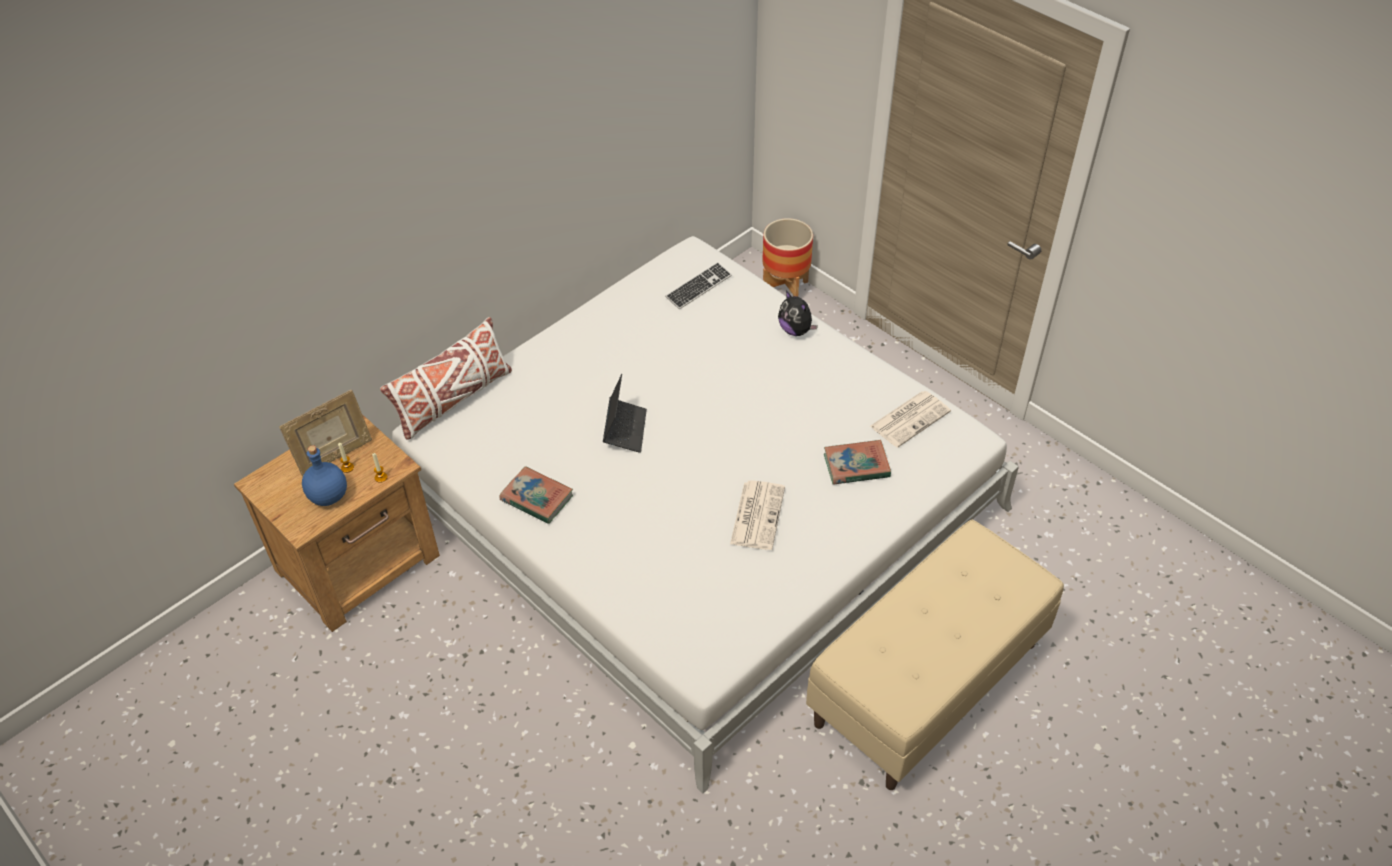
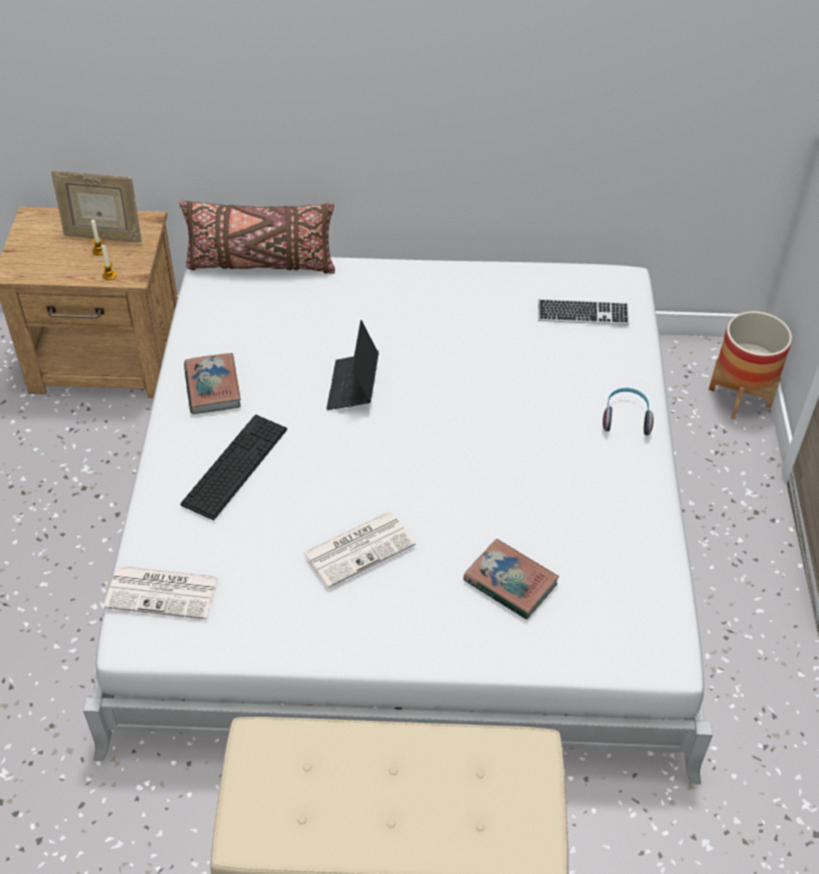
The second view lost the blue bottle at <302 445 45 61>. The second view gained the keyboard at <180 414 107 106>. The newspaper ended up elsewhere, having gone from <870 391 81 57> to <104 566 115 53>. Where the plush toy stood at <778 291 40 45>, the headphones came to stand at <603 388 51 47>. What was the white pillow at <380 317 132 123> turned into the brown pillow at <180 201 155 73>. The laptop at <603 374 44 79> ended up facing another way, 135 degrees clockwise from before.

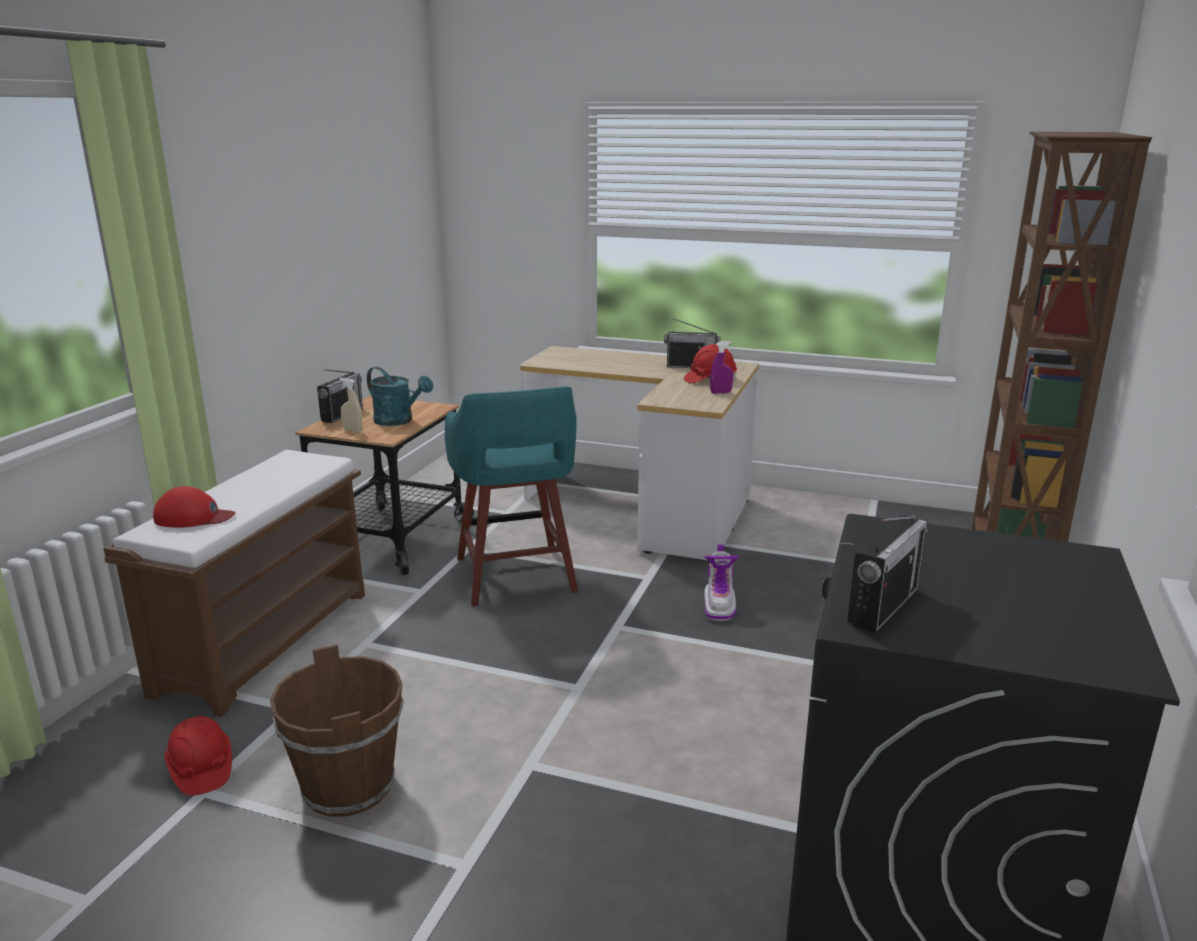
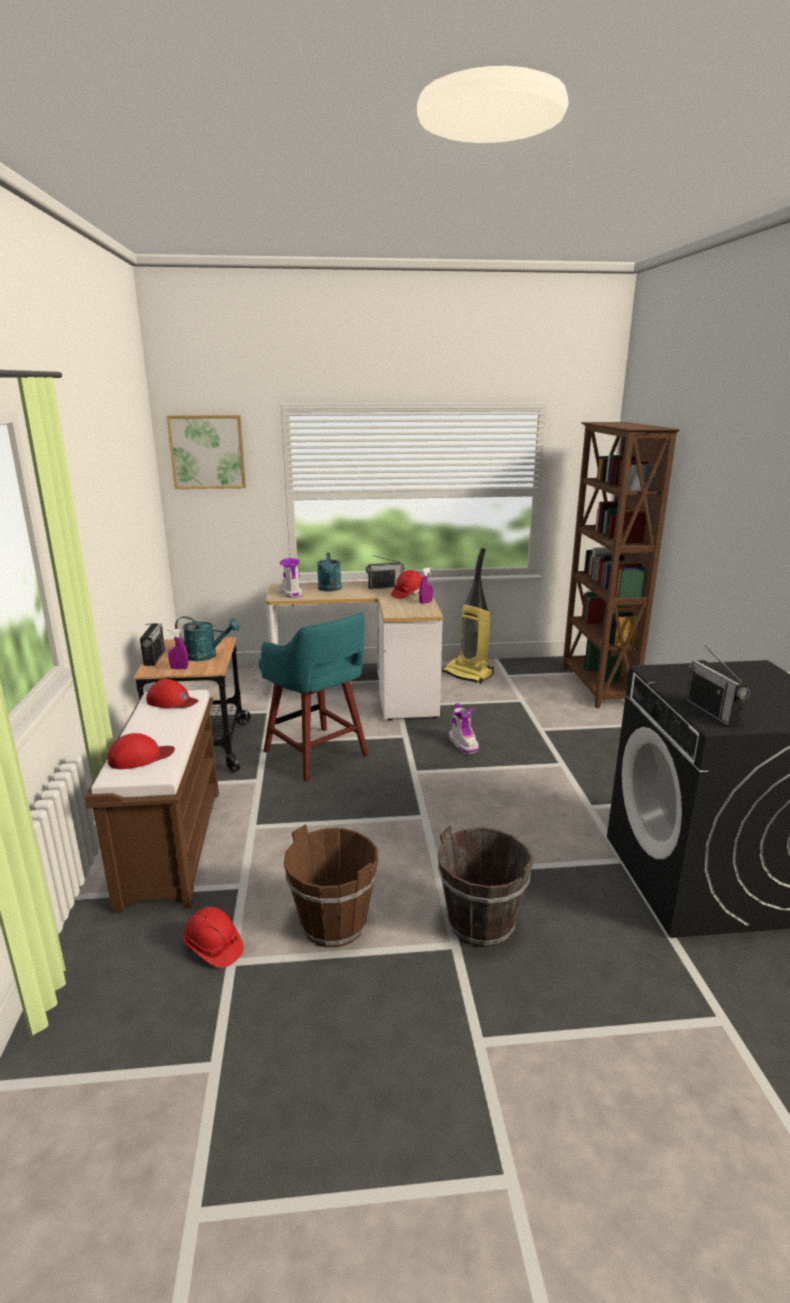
The second view gained the red cap at <146 679 53 29>. The second view gained the picture at <167 415 79 74>. The second view gained the boot at <279 558 23 40>. The second view gained the turquoise watering can at <317 553 25 39>. The second view gained the brown bucket at <437 826 97 121>. The second view gained the vacuum cleaner at <442 548 52 136>. What was the beige spray bottle at <340 378 22 54> turned into the purple spray bottle at <167 629 21 40>. The radio at <847 515 81 118> ended up facing another way, 150 degrees clockwise from before.

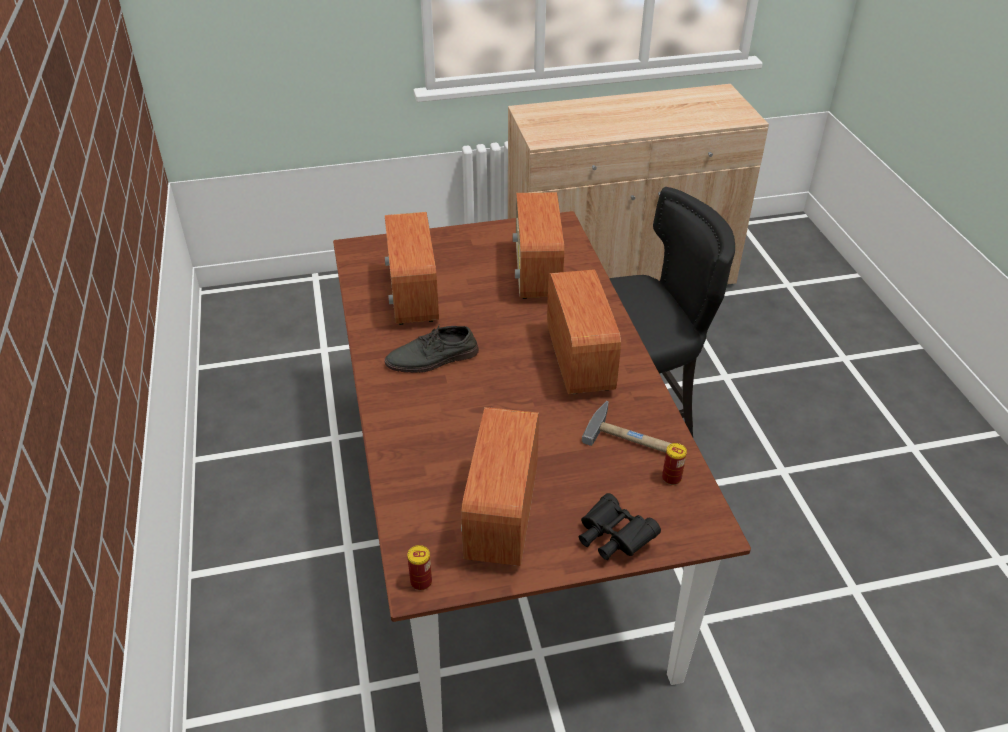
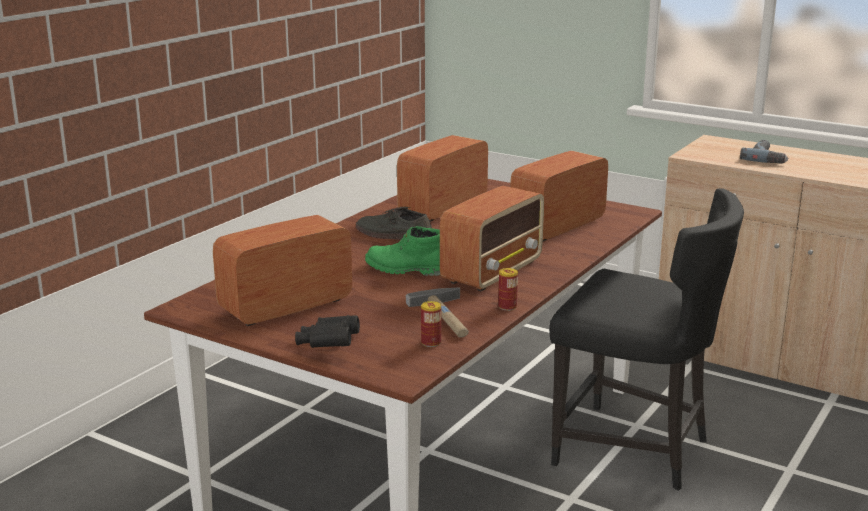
The second view gained the green boot at <365 226 75 50>. The second view gained the power drill at <740 140 48 24>. The can ended up elsewhere, having gone from <407 545 25 45> to <498 268 20 43>.

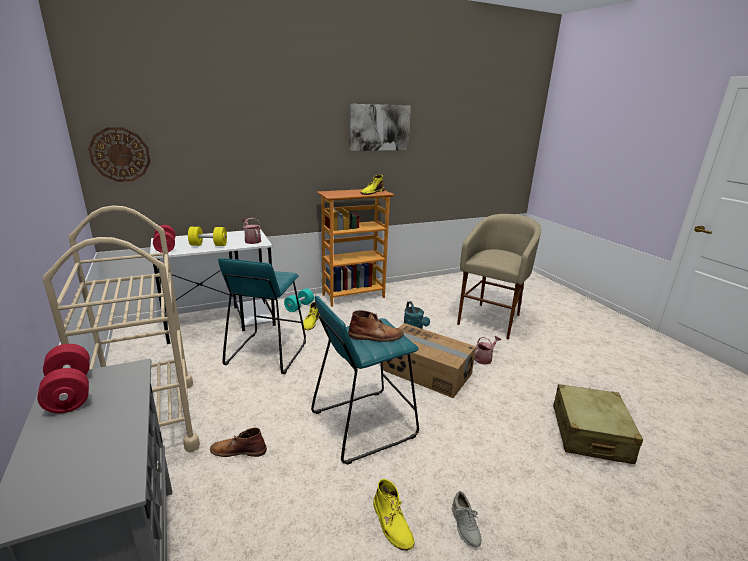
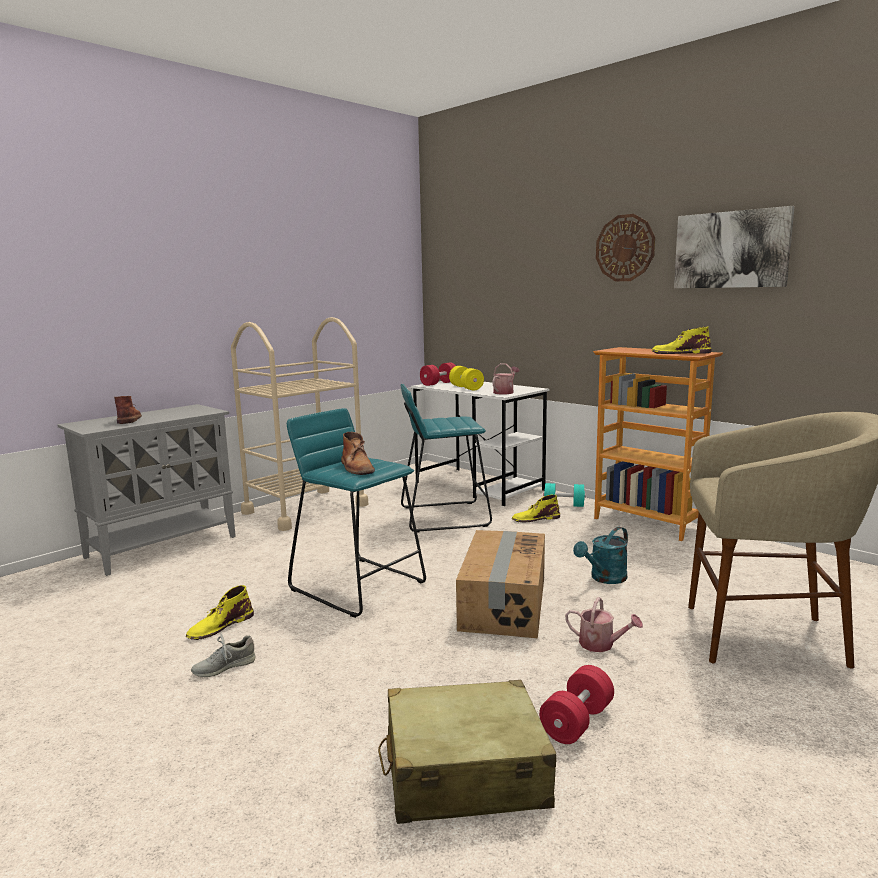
The red dumbbell ended up elsewhere, having gone from <37 344 53 69> to <539 665 75 79>. The wall clock ended up elsewhere, having gone from <88 127 63 55> to <596 214 59 67>. The brown boot ended up elsewhere, having gone from <210 428 57 29> to <114 396 28 28>.

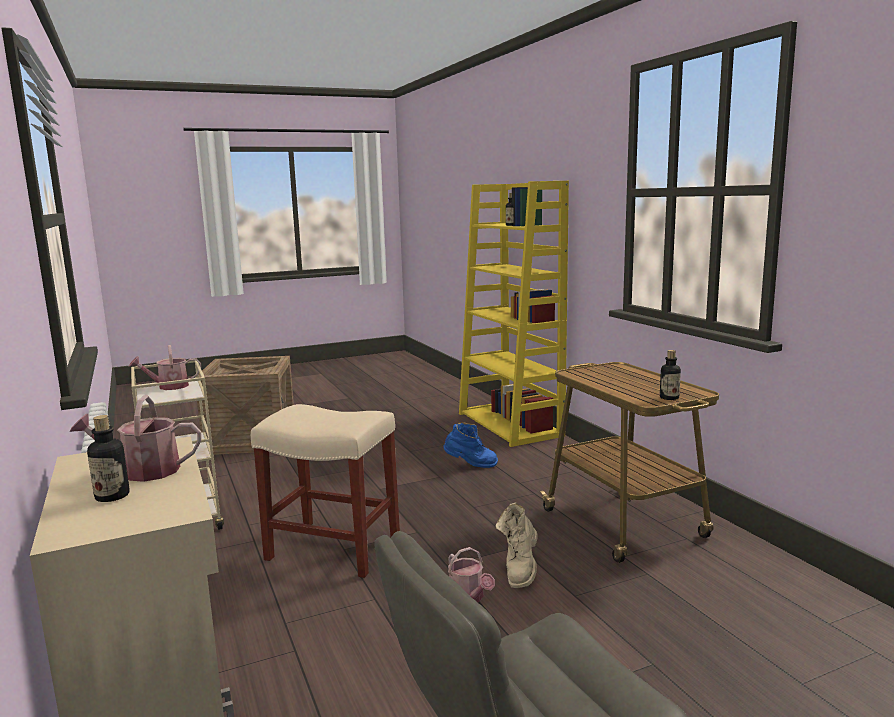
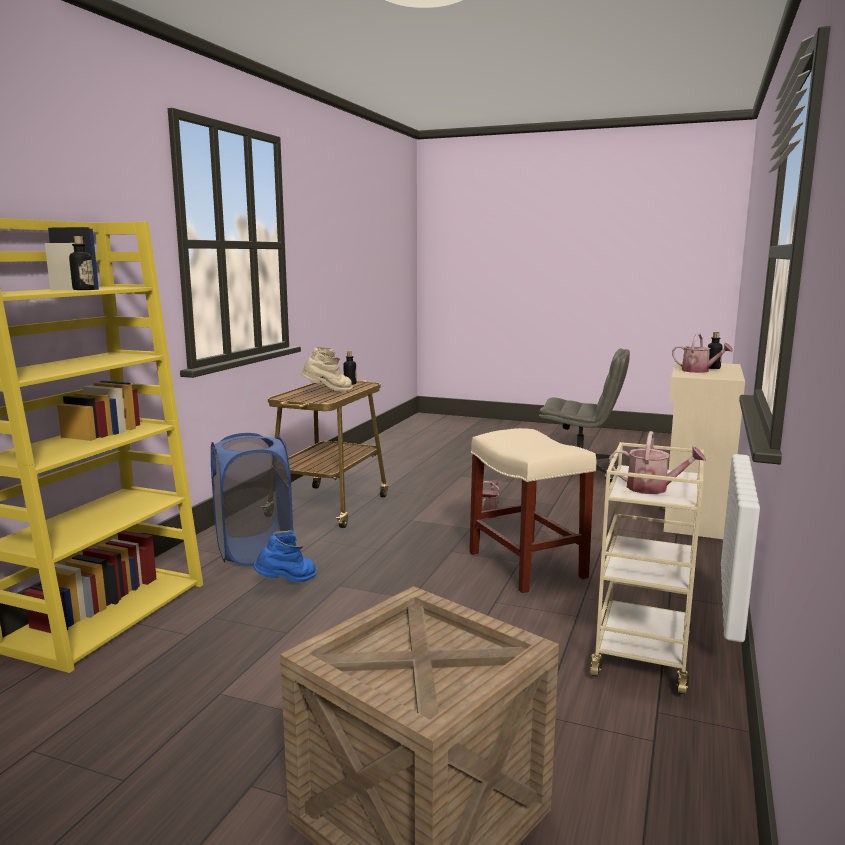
The second view gained the blue laundry basket at <211 433 82 133>. The beige boot ended up elsewhere, having gone from <495 502 43 86> to <301 347 52 45>. The blue boot at <443 422 55 46> ended up facing another way, 90 degrees clockwise from before.

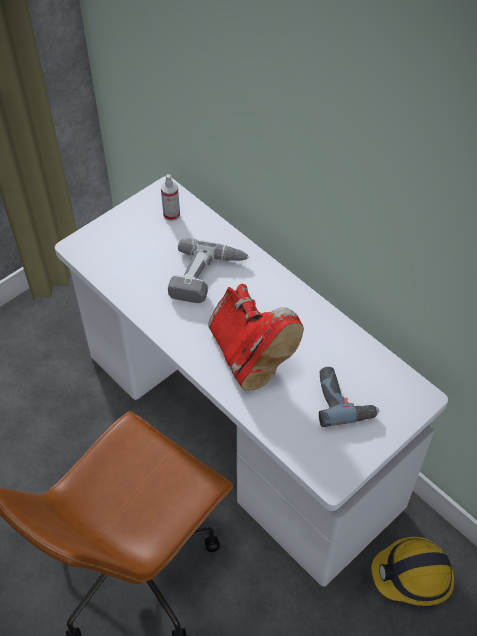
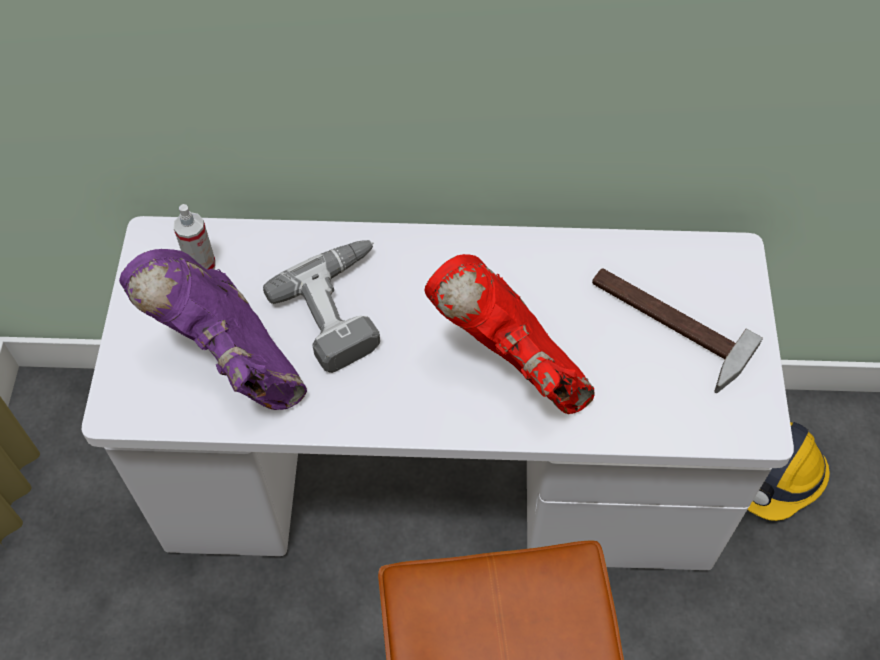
The second view gained the purple boot at <119 249 188 161>. Where the power drill stood at <319 367 60 60>, the hammer came to stand at <592 268 171 125>. The red boot at <208 284 96 107> ended up facing another way, 150 degrees counterclockwise from before.

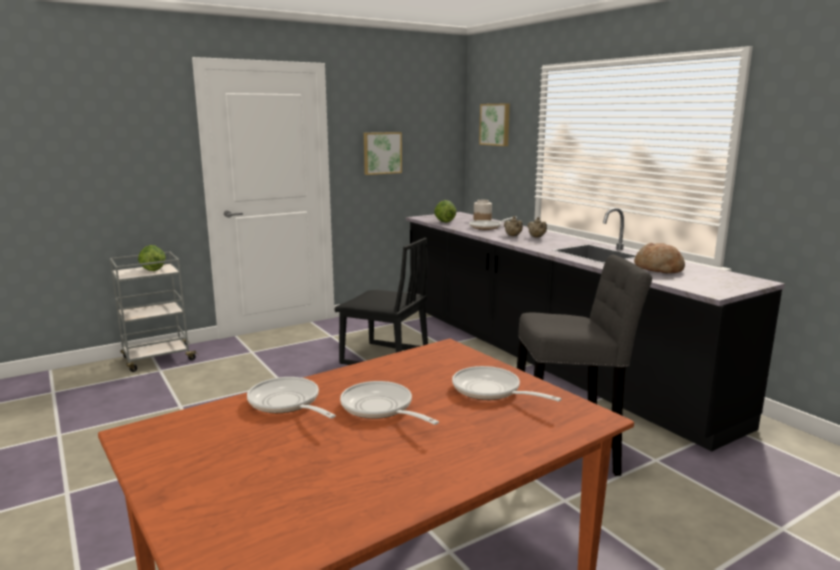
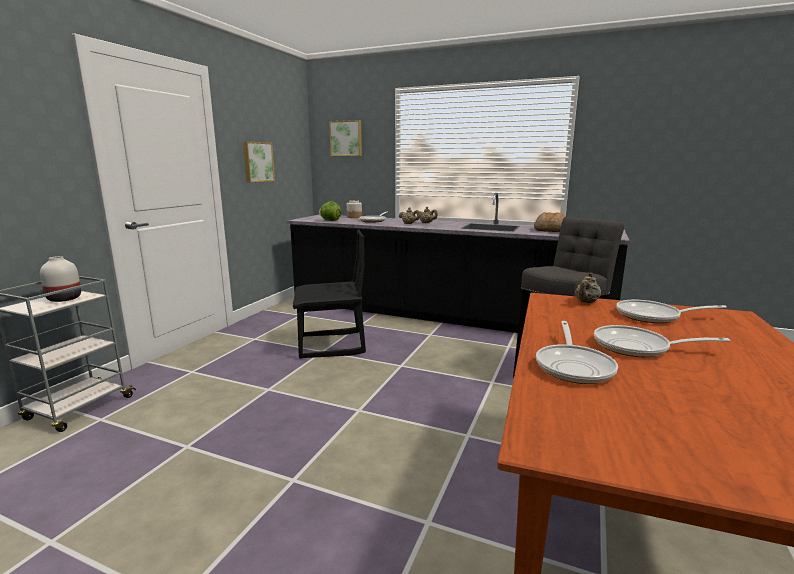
The second view gained the beige teapot at <575 273 26 30>. Where the lettuce stood at <138 245 28 26>, the white vase came to stand at <40 256 41 46>. The frying pan at <247 377 89 41> ended up facing another way, 90 degrees counterclockwise from before.

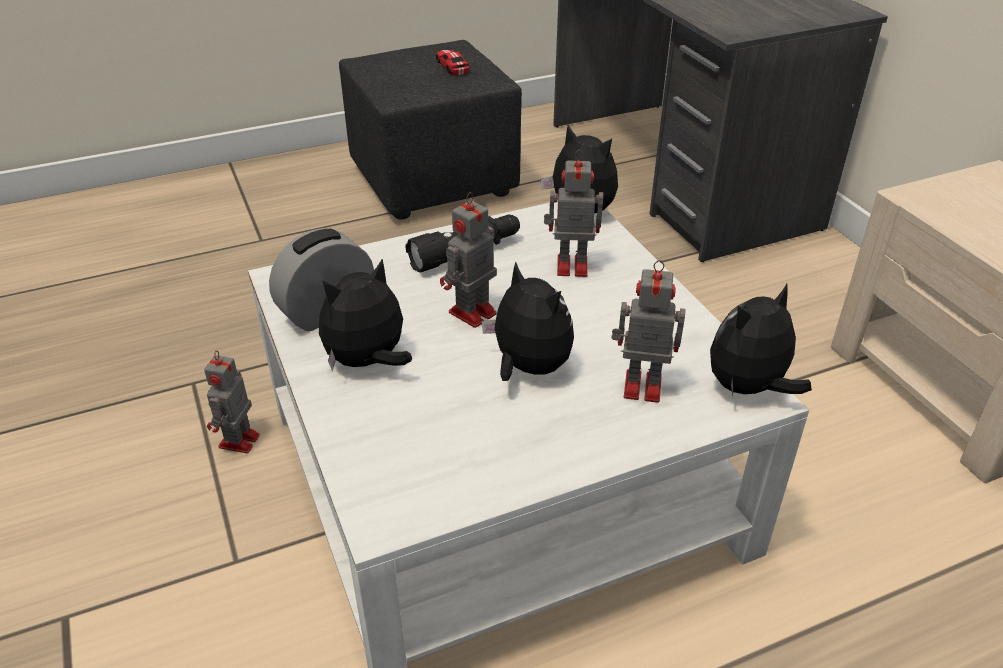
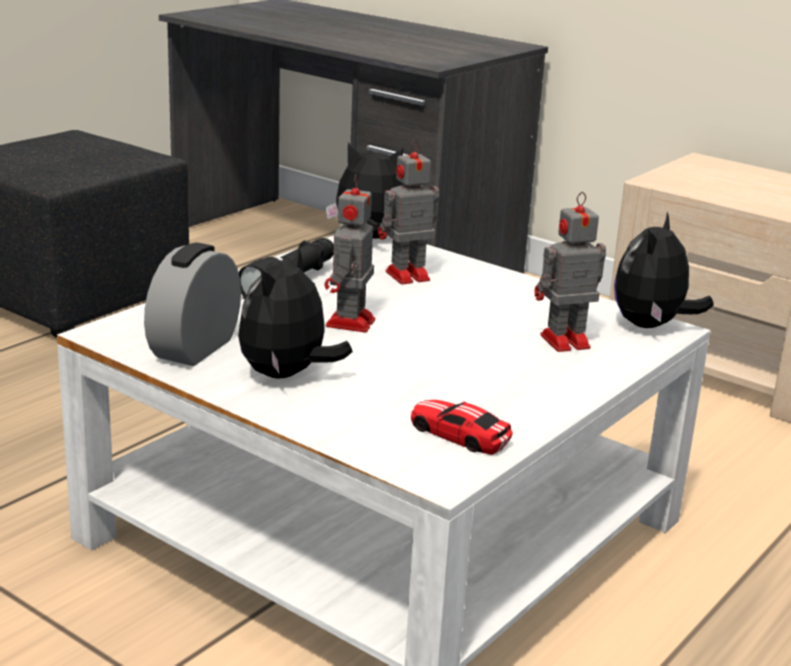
The second view lost the toy robot at <204 351 56 102>. The second view lost the plush toy at <481 261 93 120>. The toy car ended up elsewhere, having gone from <436 50 33 26> to <411 400 102 55>.

